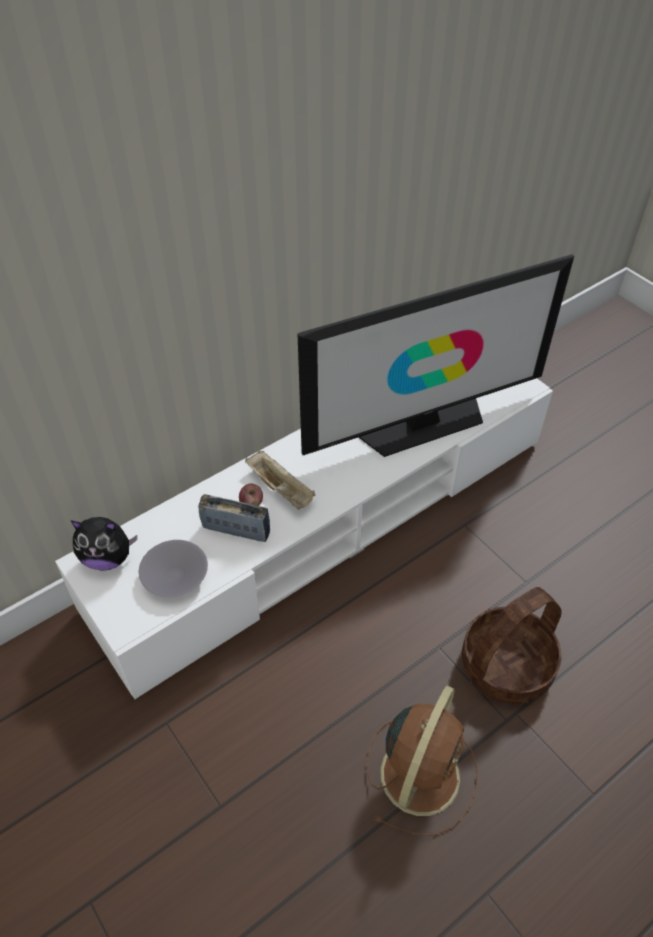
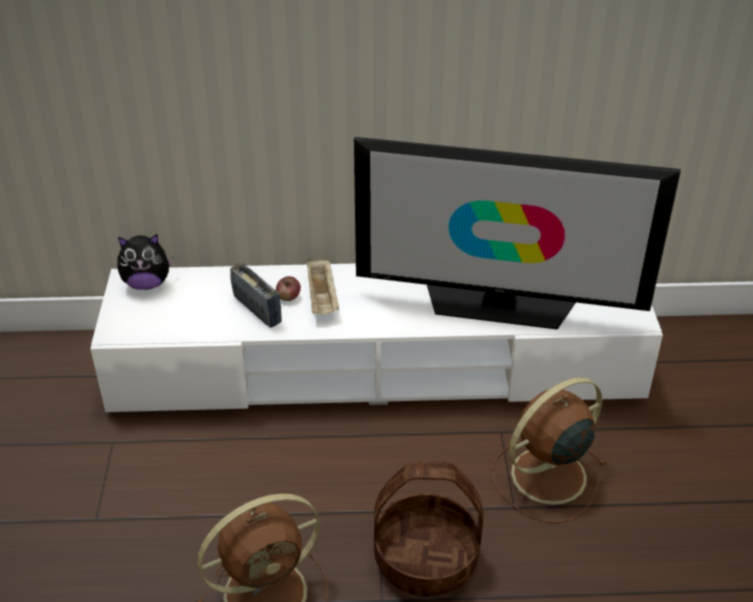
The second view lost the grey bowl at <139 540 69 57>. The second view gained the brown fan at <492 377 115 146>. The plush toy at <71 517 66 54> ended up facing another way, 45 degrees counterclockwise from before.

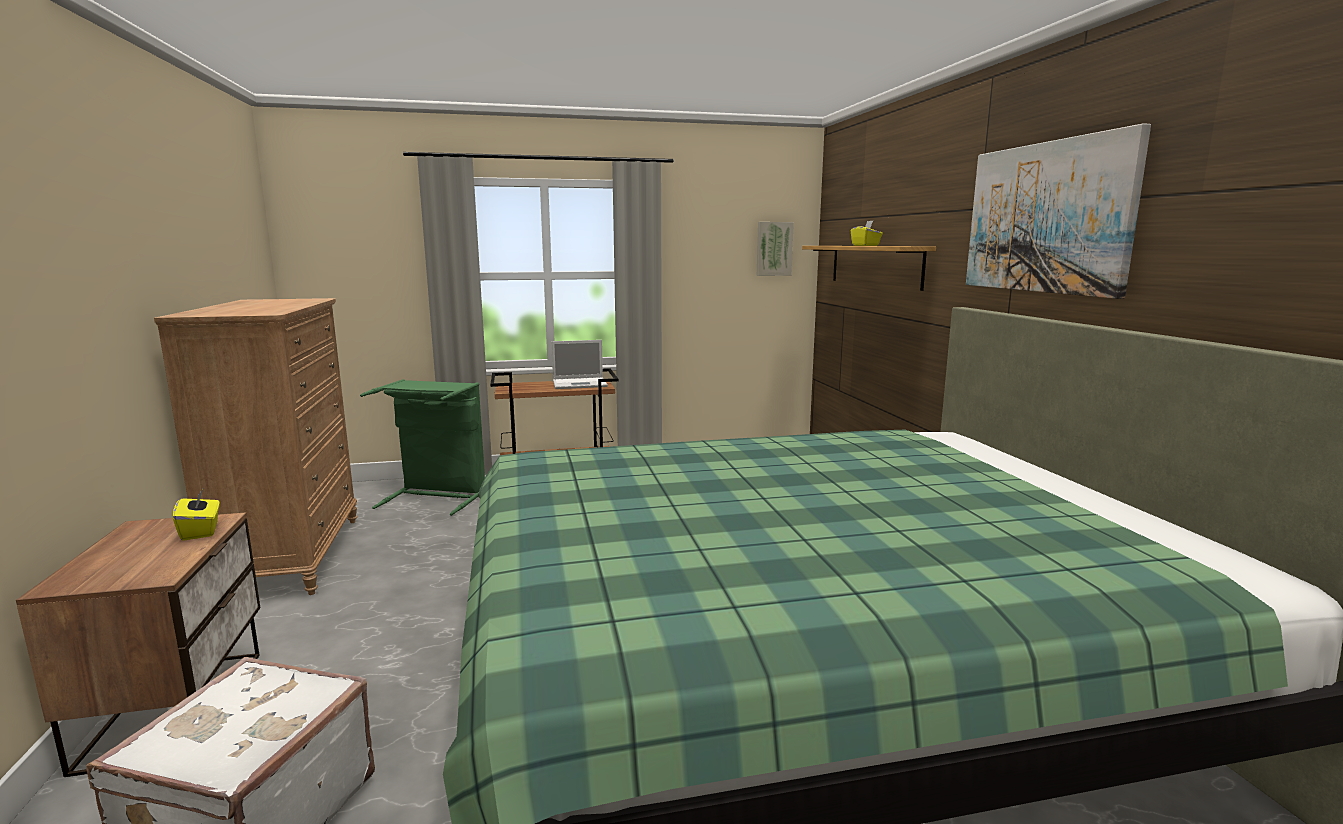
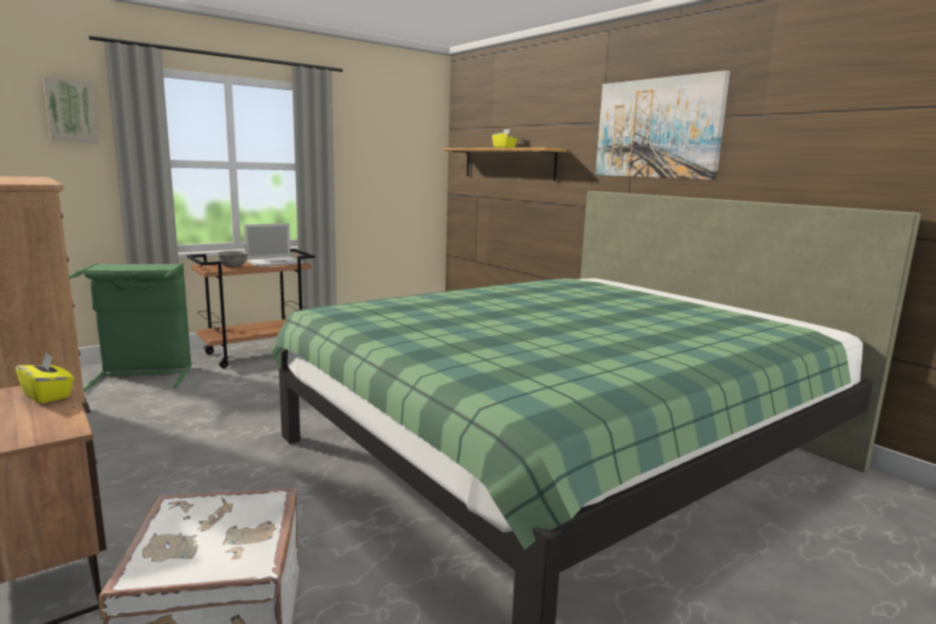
The second view gained the grey bowl at <218 251 30 16>. The picture ended up elsewhere, having gone from <757 222 37 54> to <43 77 55 66>.

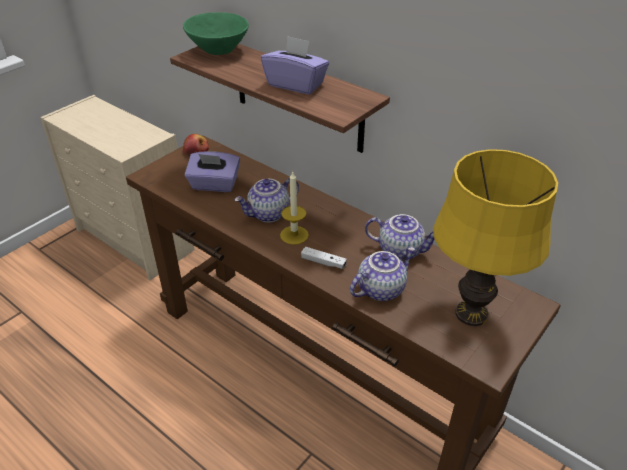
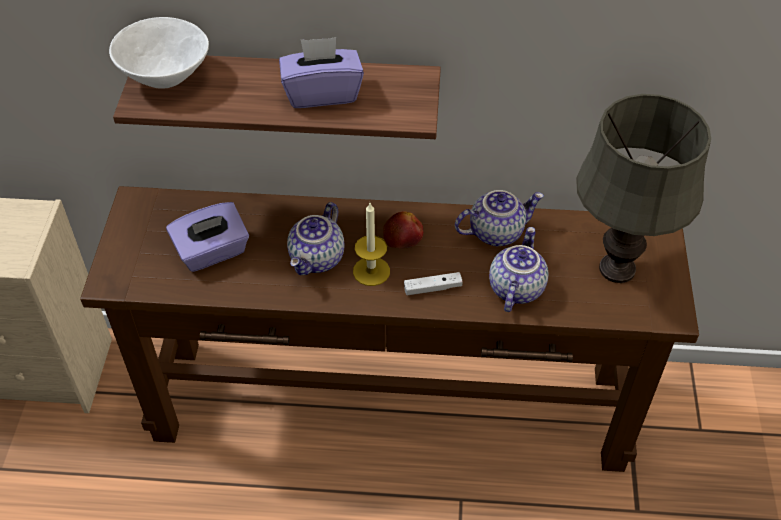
The apple ended up elsewhere, having gone from <183 134 26 23> to <383 212 40 37>. What was the green bowl at <183 12 66 43> turned into the white bowl at <109 17 100 72>. What was the yellow table lamp at <433 149 125 177> turned into the grey table lamp at <576 94 135 189>.

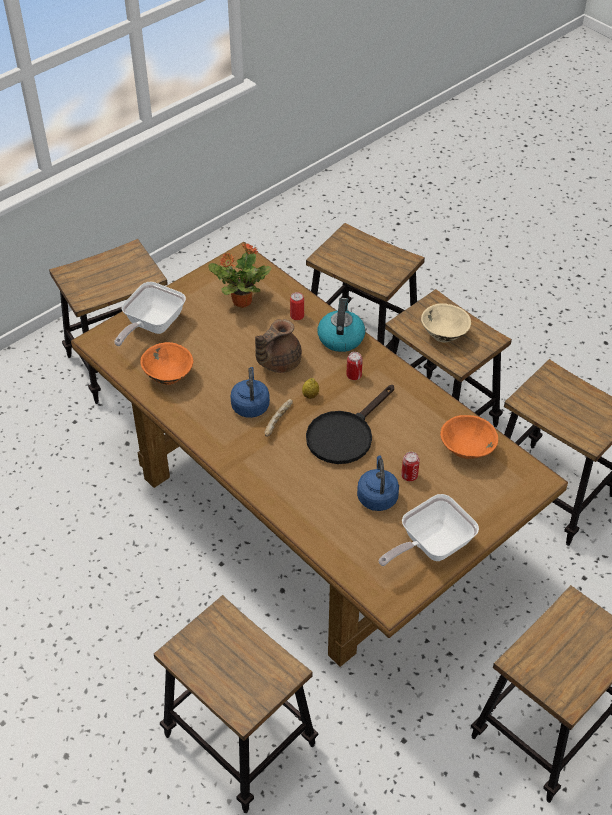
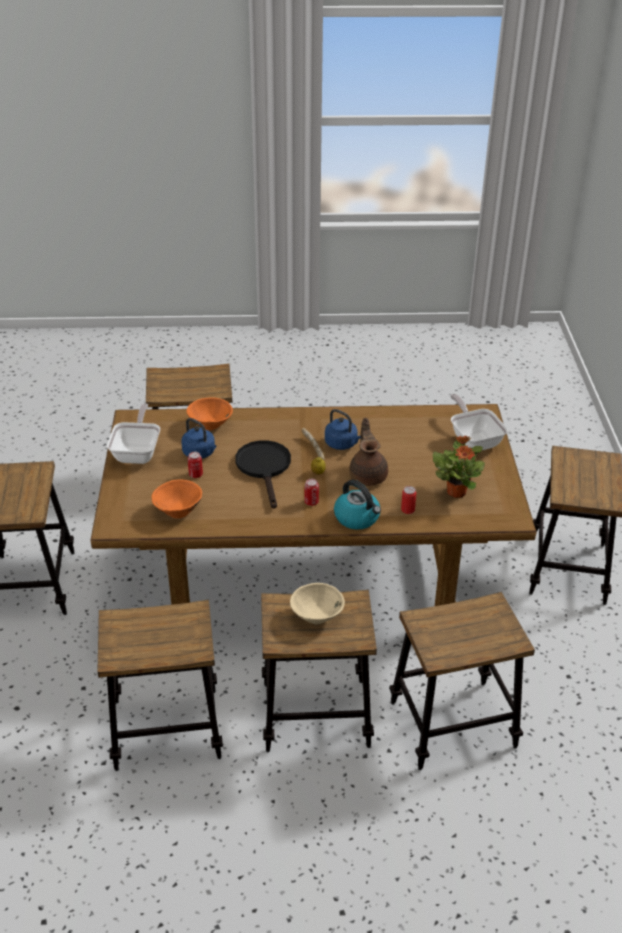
The orange bowl ended up elsewhere, having gone from <140 342 53 43> to <186 397 47 33>.

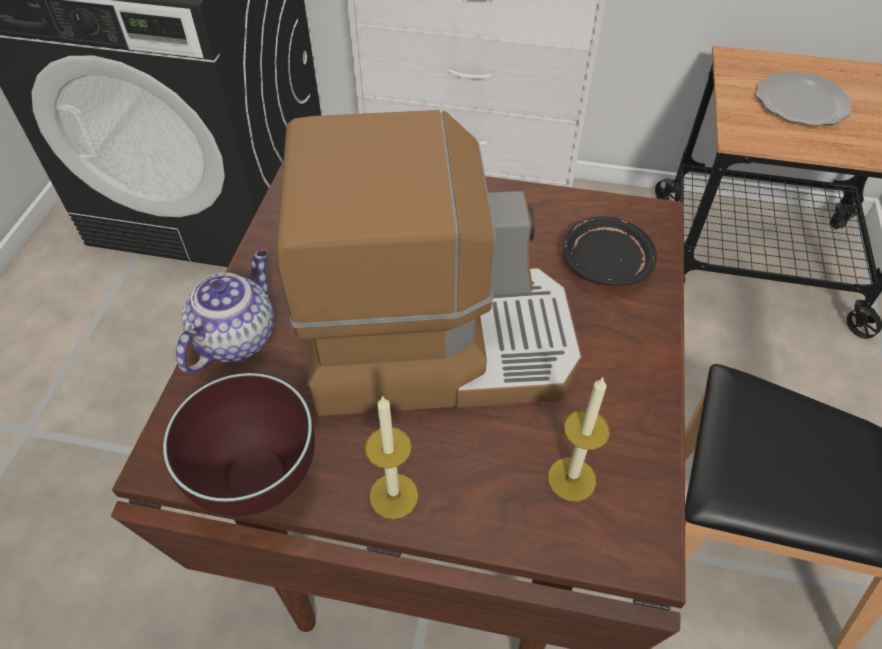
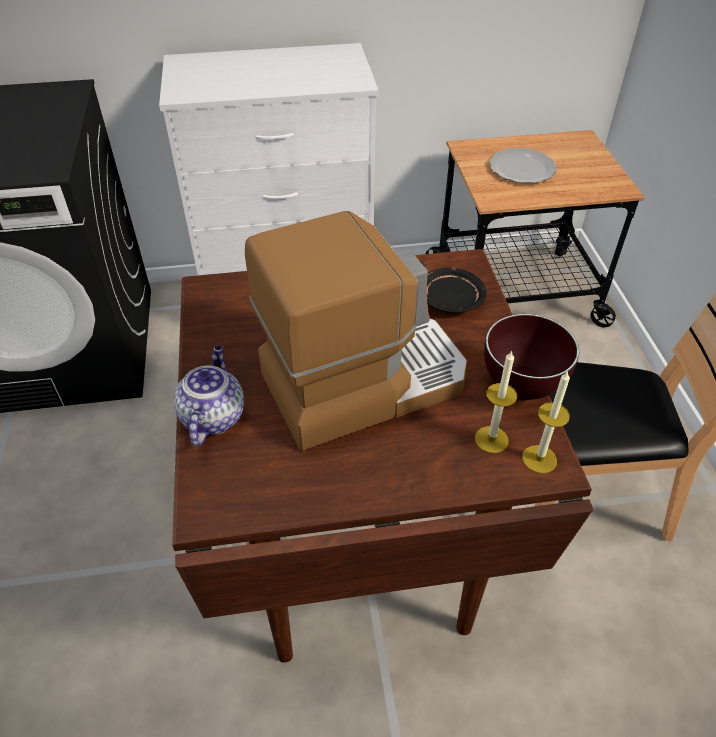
The brown bowl ended up elsewhere, having gone from <163 373 152 143> to <484 314 95 86>. The candle ended up elsewhere, having gone from <365 395 53 124> to <522 370 48 104>.

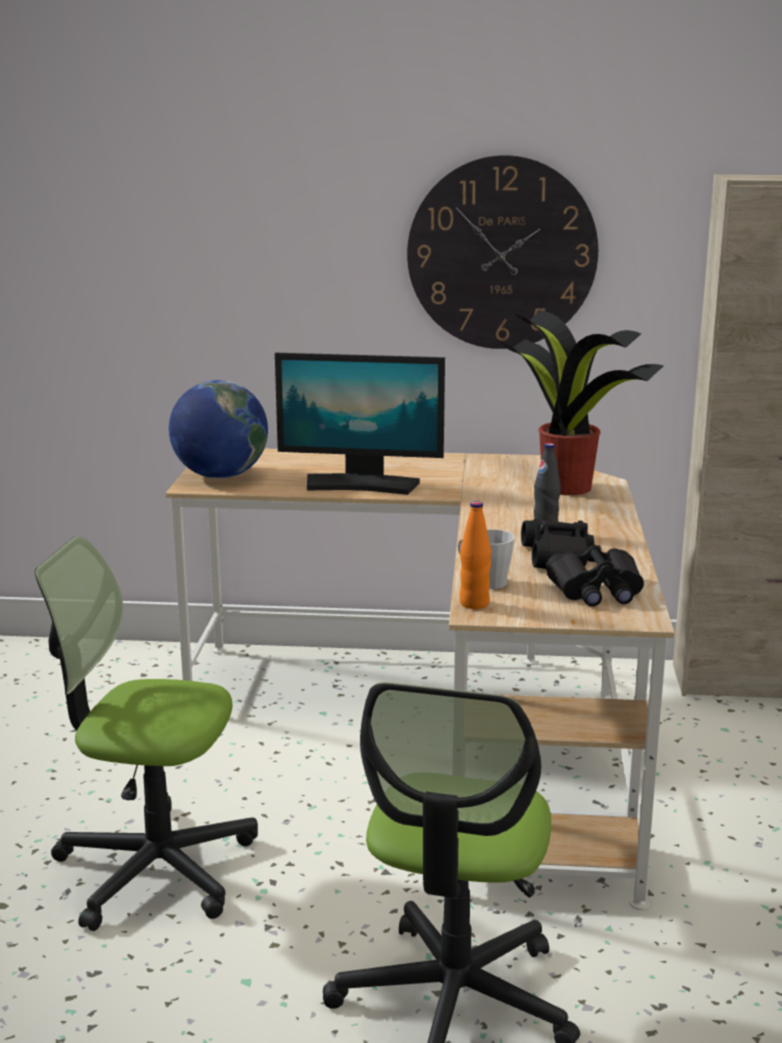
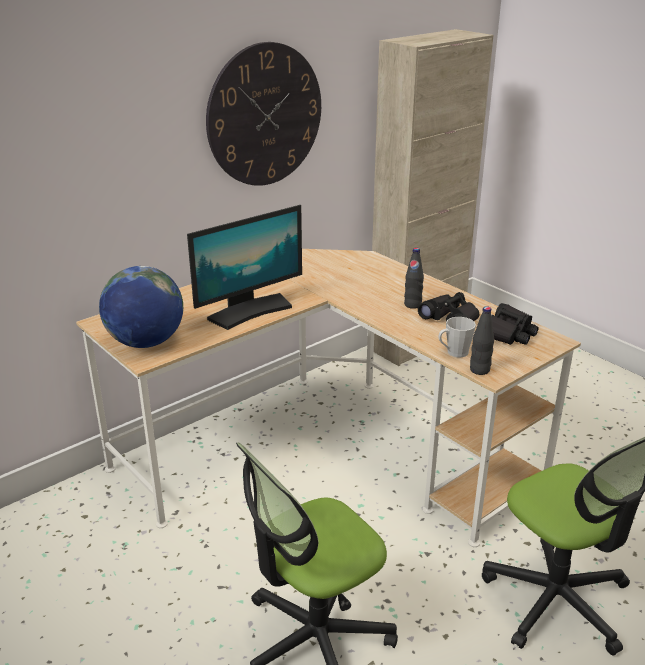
The second view lost the potted plant at <497 310 166 185>. What was the orange bottle at <460 501 31 108> turned into the black bottle at <470 306 24 69>.

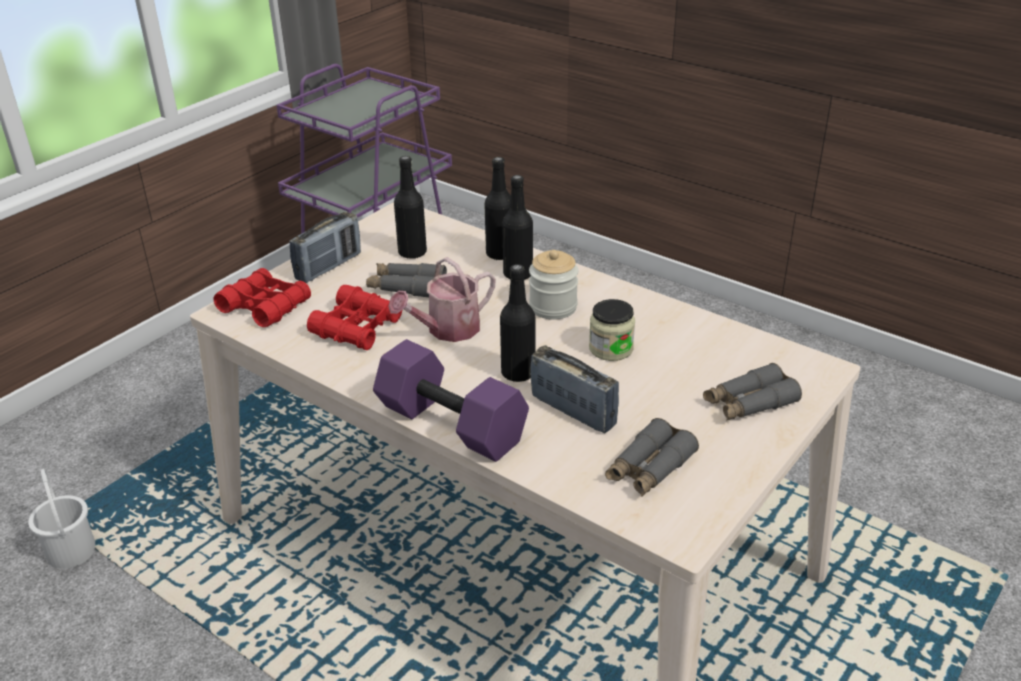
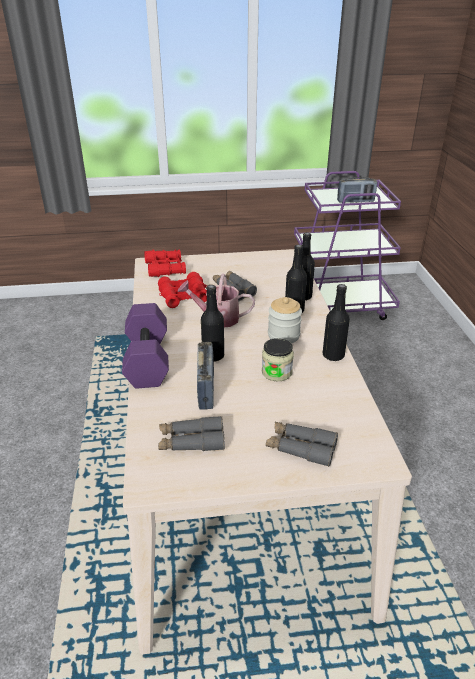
The second view lost the white bucket at <28 469 67 100>. The radio ended up elsewhere, having gone from <289 212 72 71> to <337 177 40 26>. The black bottle ended up elsewhere, having gone from <394 156 33 103> to <323 284 27 77>.

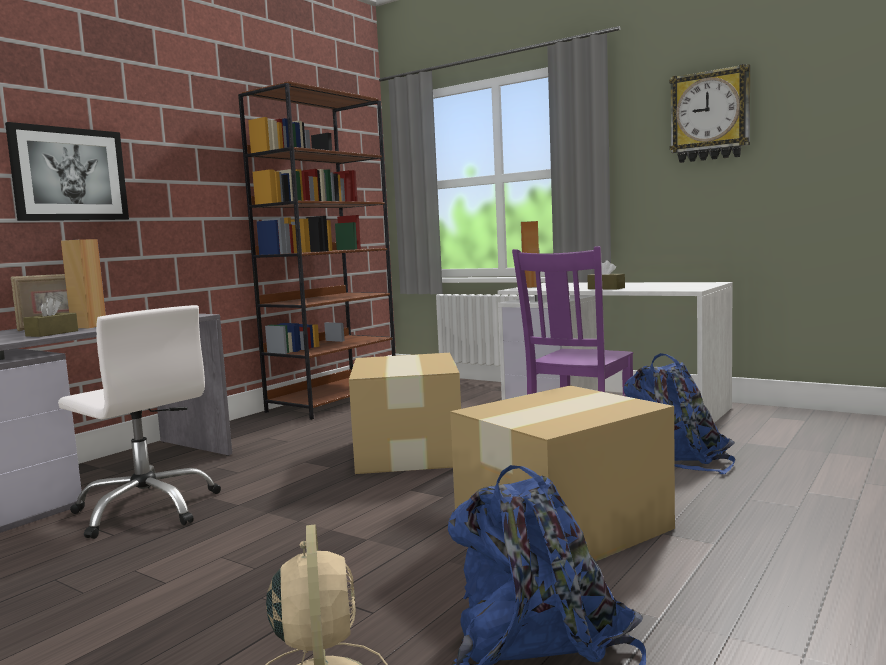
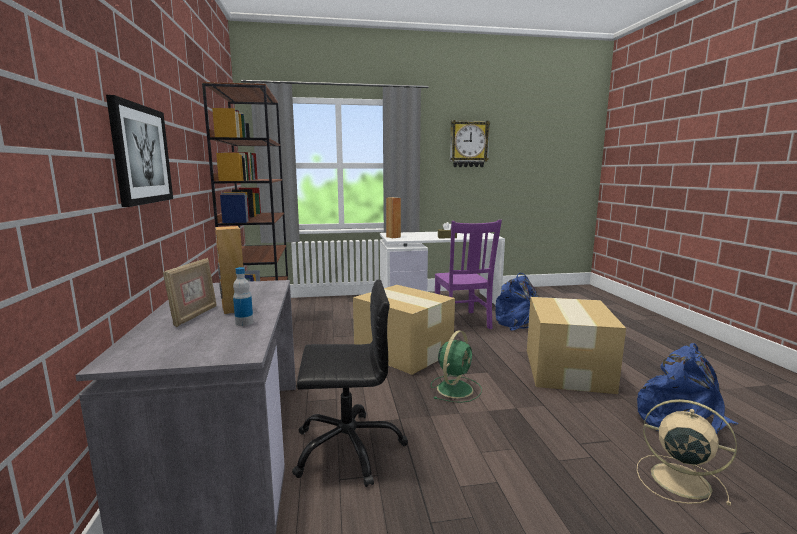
The second view gained the green fan at <431 330 51 73>. Where the brown tissue box stood at <23 297 55 40>, the bottle came to stand at <233 267 20 59>. What was the white office chair at <58 305 163 234> turned into the black office chair at <292 279 116 208>.

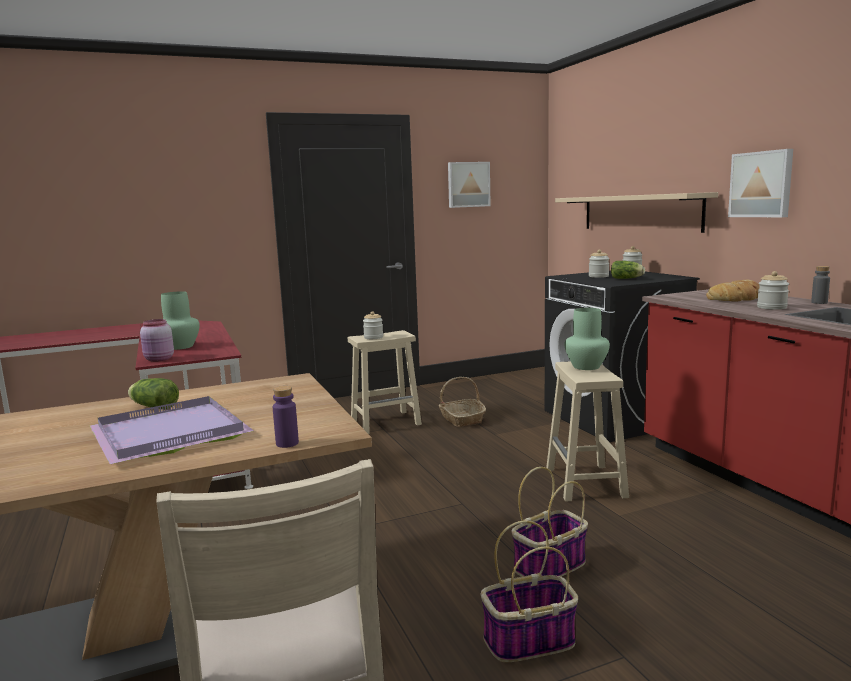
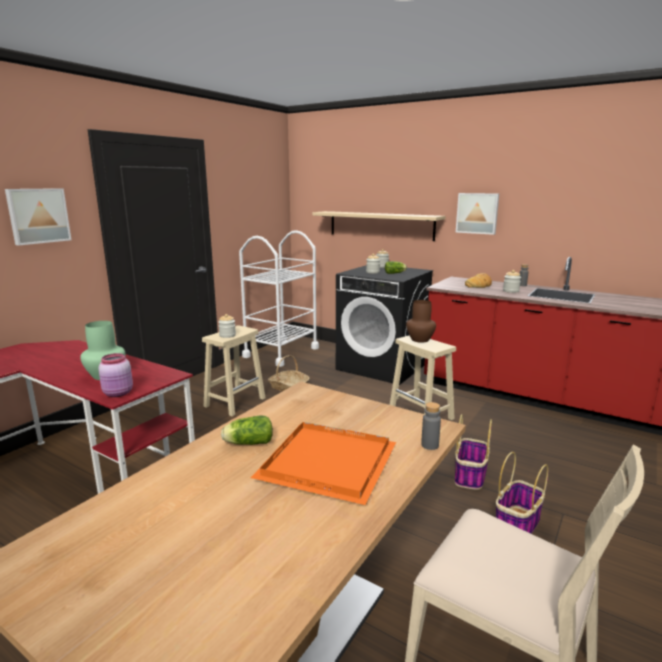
The second view gained the white cart at <239 230 80 137>. The picture ended up elsewhere, having gone from <448 162 43 46> to <5 188 67 57>. What was the purple tray at <90 396 164 68> turned into the orange tray at <251 422 145 83>. What was the purple bottle at <273 386 26 62> turned into the grey bottle at <421 402 20 48>. What was the green vase at <564 308 46 62> turned into the brown vase at <406 300 30 43>.

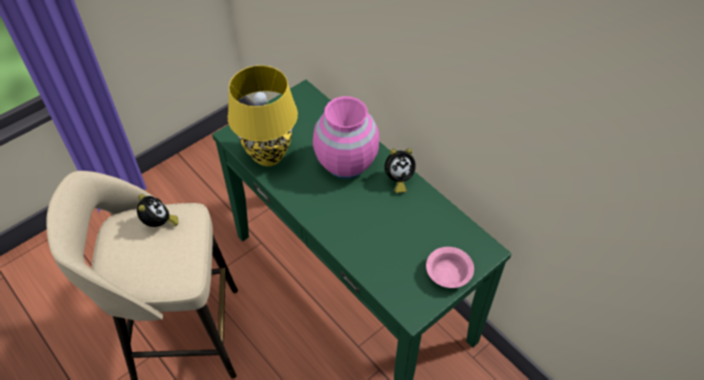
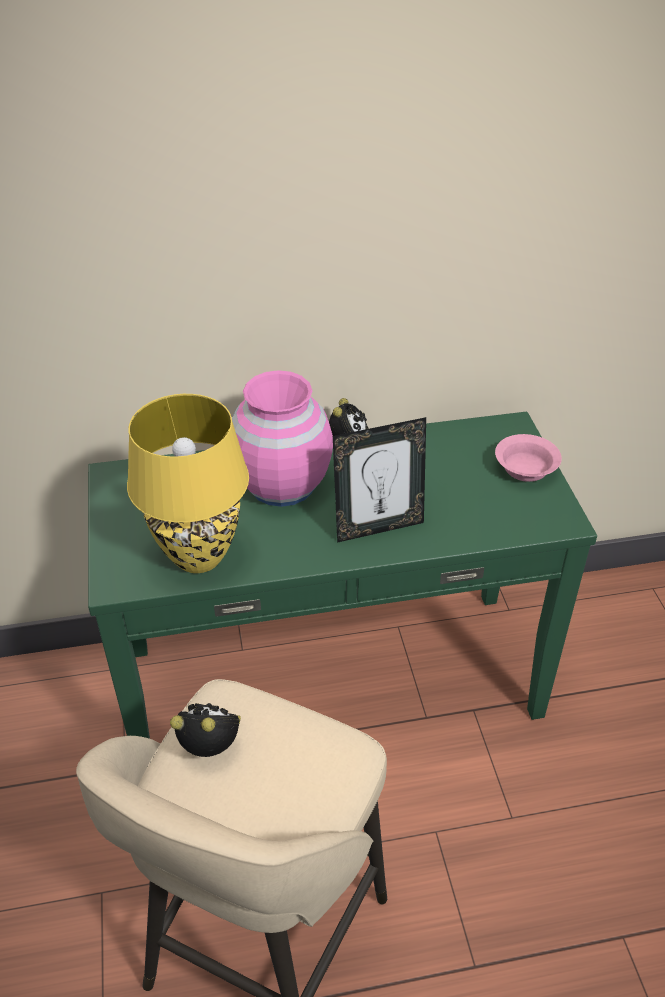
The second view gained the picture frame at <333 417 93 126>.

